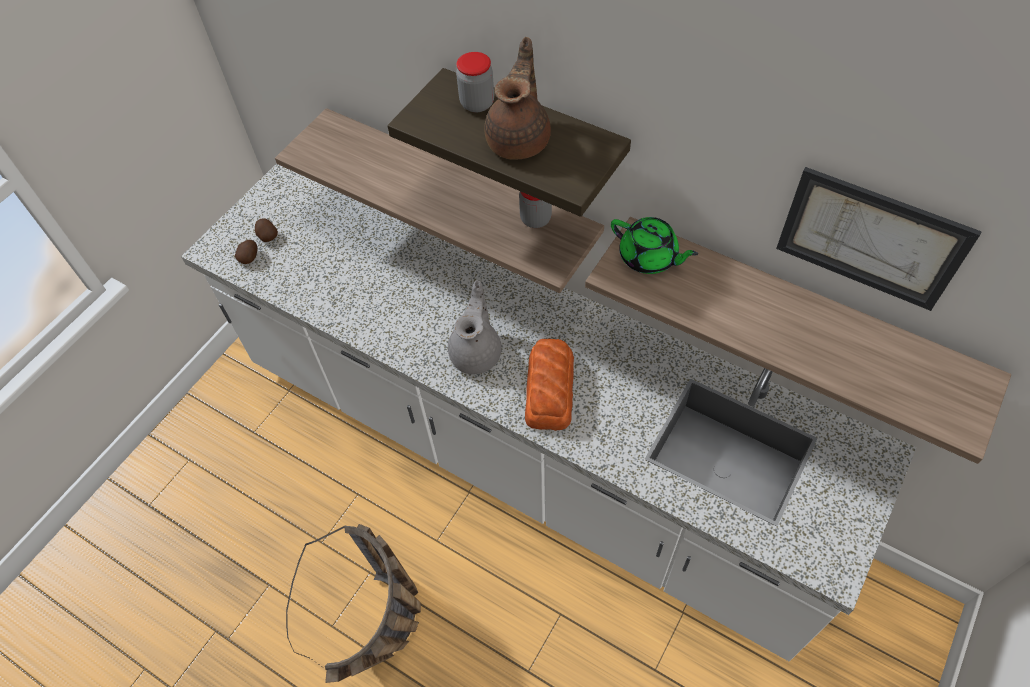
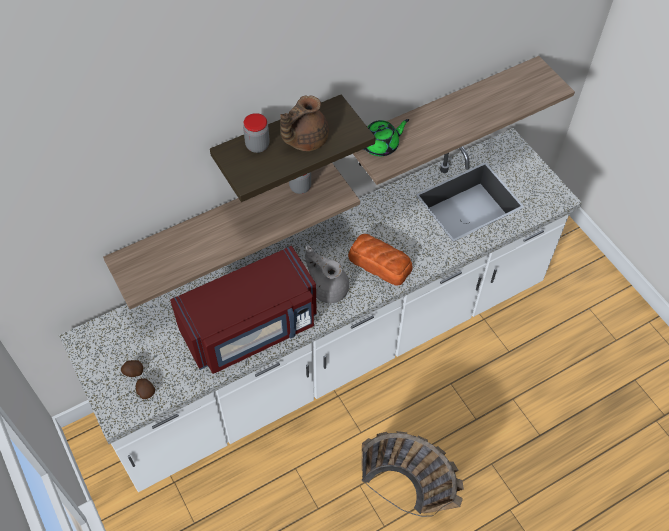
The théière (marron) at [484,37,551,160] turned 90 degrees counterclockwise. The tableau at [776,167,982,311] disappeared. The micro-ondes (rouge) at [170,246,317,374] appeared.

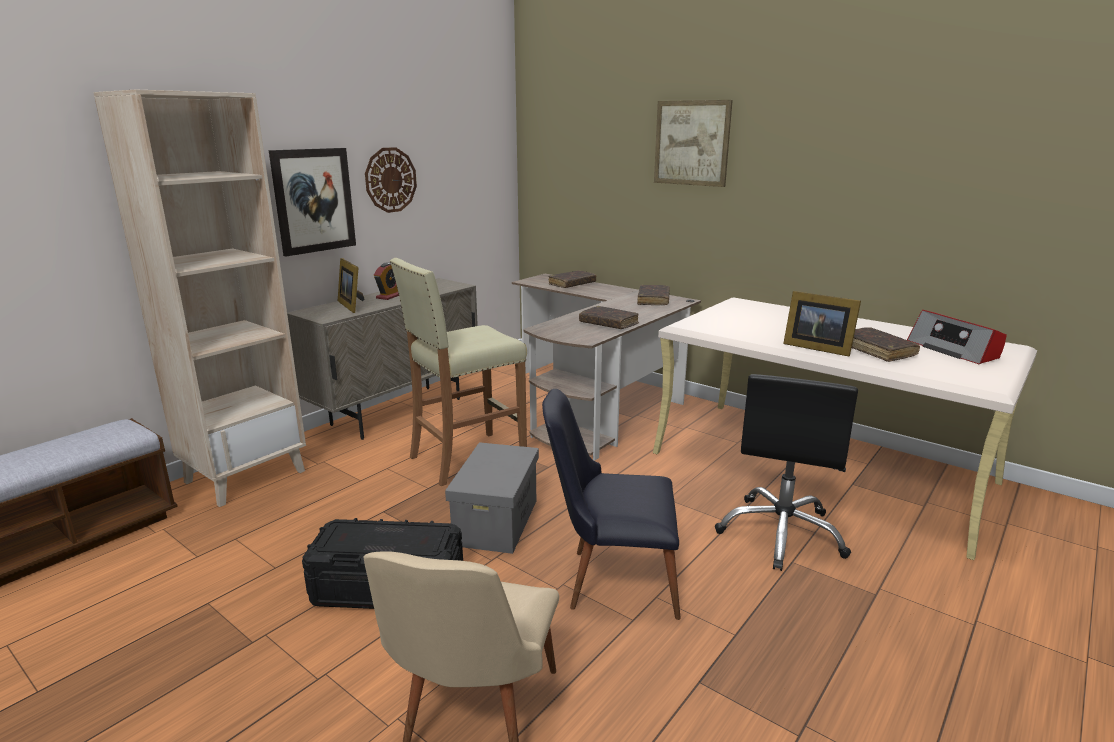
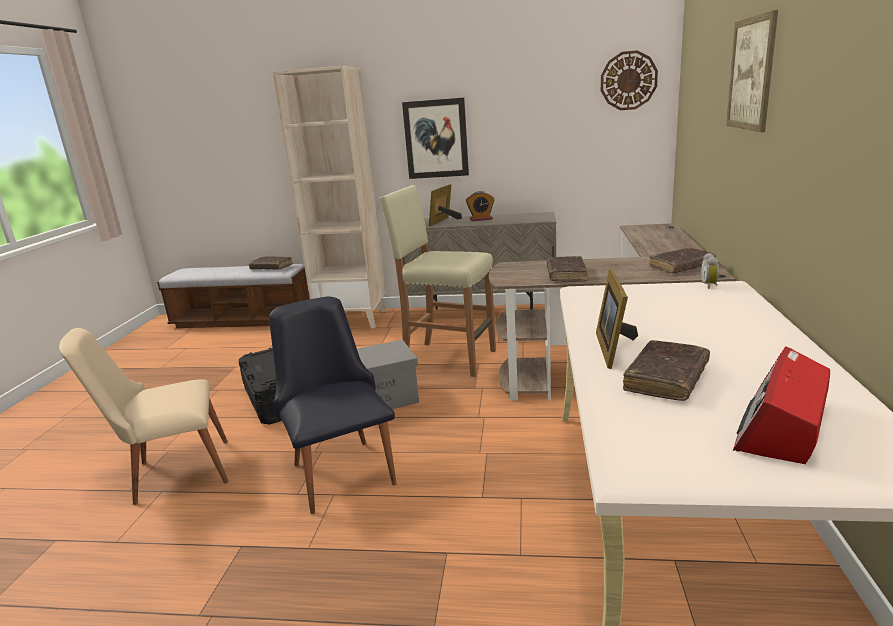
The horloge murale moved from [365,147,417,213] to [601,50,658,110]. The livre (marron) moved from [548,270,596,288] to [249,256,293,270]. The chaise de bureau (noir) at [715,374,858,571] disappeared. The réveil at [701,253,719,289] appeared.

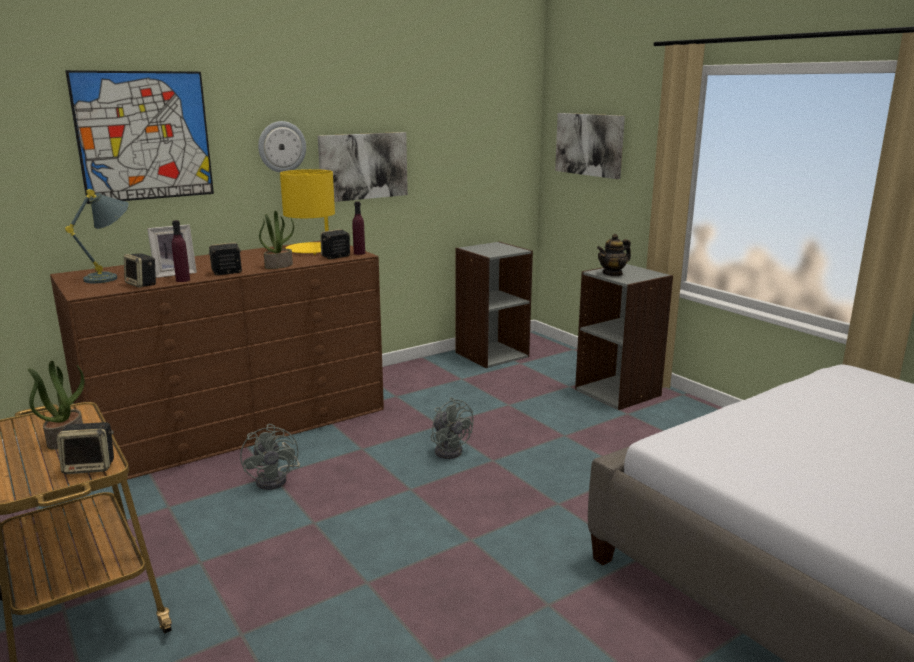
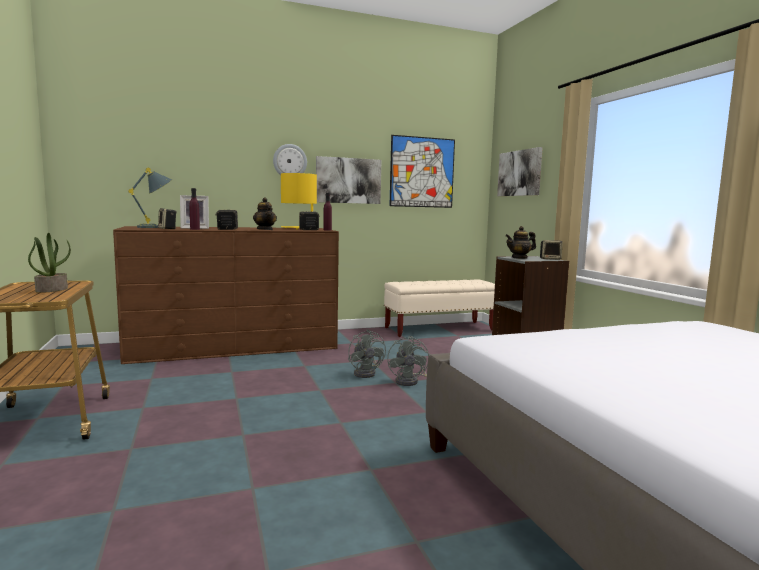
The tableau moved from [65,70,214,204] to [389,135,455,208]. The plante en pot at [259,211,294,269] was replaced by the théière at [253,197,277,230]. The bibliothèque (gris) at [455,242,533,368] was replaced by the banc (beige) at [384,280,495,337]. The enceinte moved from [57,422,114,474] to [540,240,563,260]. The ventilateur (gris) moved from [240,424,300,490] to [387,336,429,386].

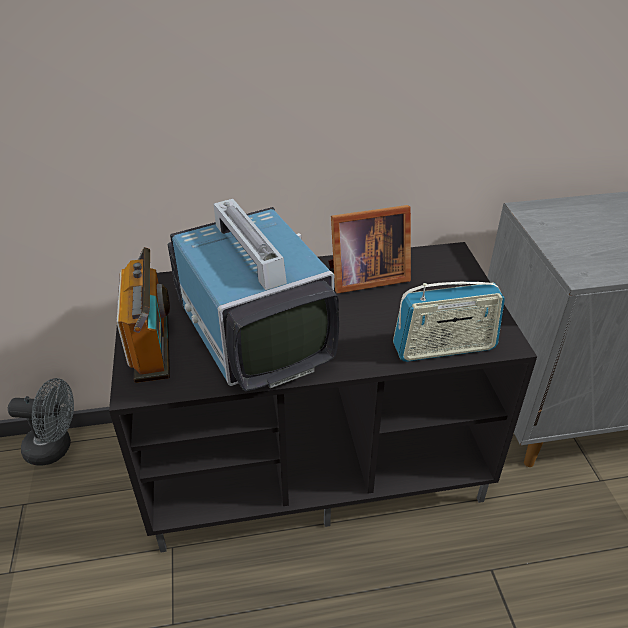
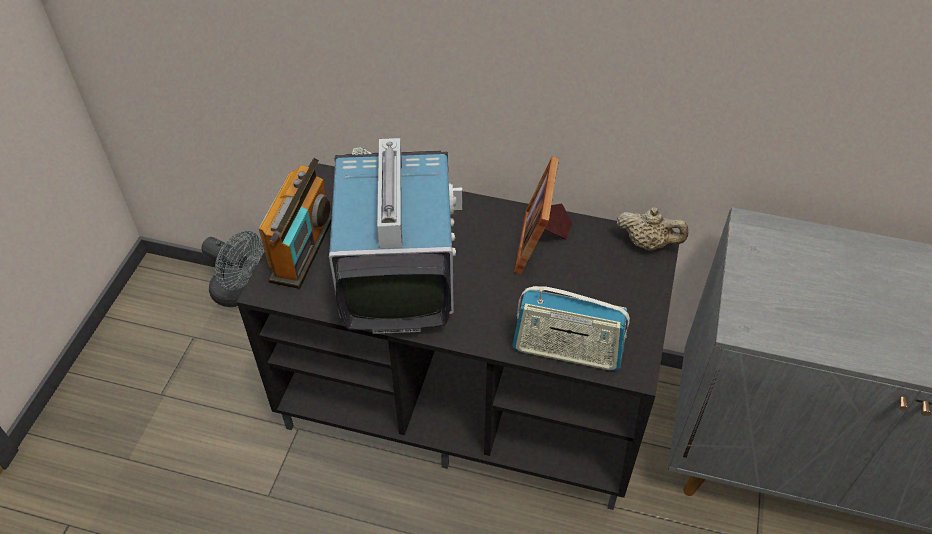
The cadre photo at [328,205,411,293] turned 90 degrees clockwise. The théière (beige) at [617,207,688,251] appeared.

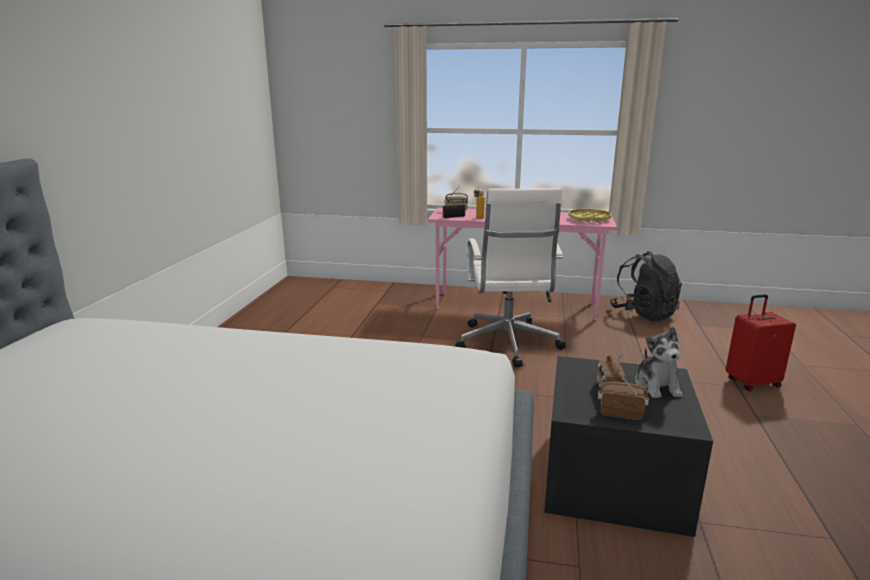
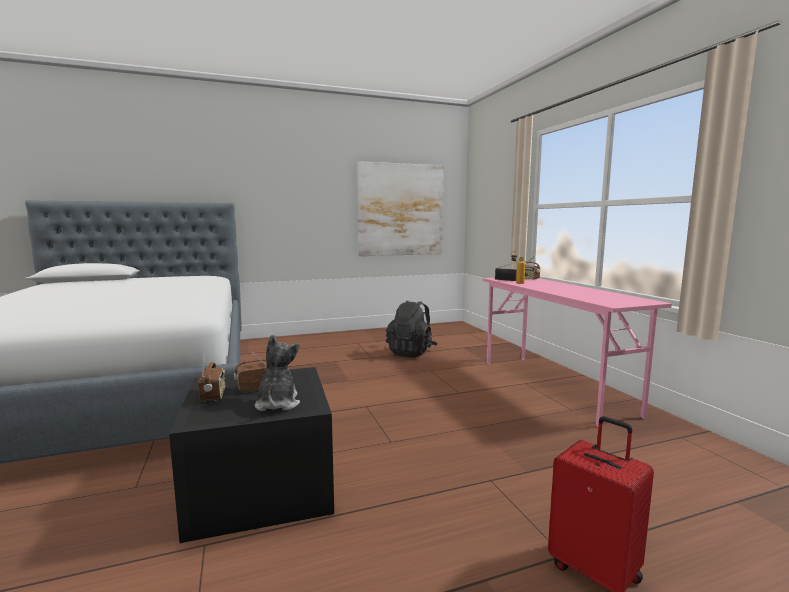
The chaise de bureau (blanc) at [455,188,566,368] disappeared. The plateau (jaune) at [568,209,612,223] disappeared. The sac à dos (noir) moved from [610,251,682,321] to [386,301,437,358]. The peluche at [635,327,683,398] turned 120 degrees clockwise. The tableau at [357,161,444,256] appeared.

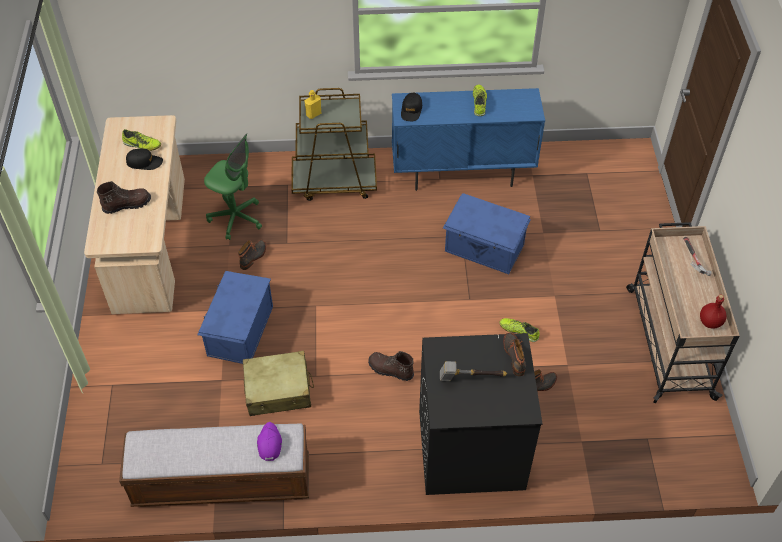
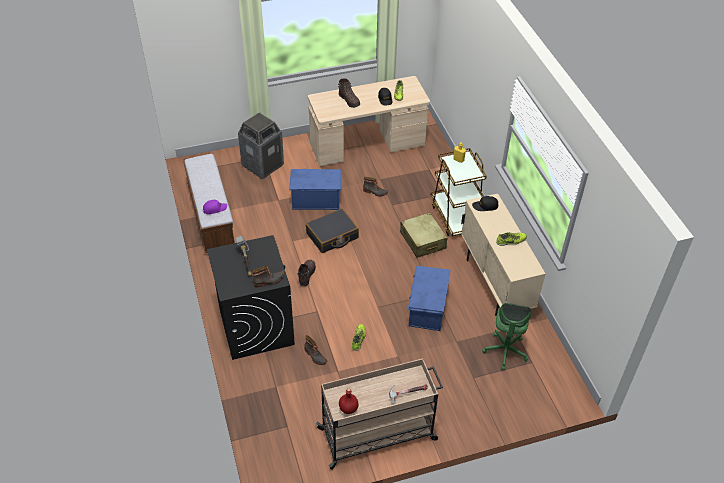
The meuble de rangement (bleu) at [392,88,545,191] became the meuble de rangement (beige) at [461,194,546,316]. The chaise de bureau (vert) moved from [204,134,262,240] to [482,303,531,370]. The valise (beige) moved from [243,351,314,416] to [400,212,448,258]. The poubelle at [238,112,284,179] appeared. The valise (noir) at [306,208,359,253] appeared.

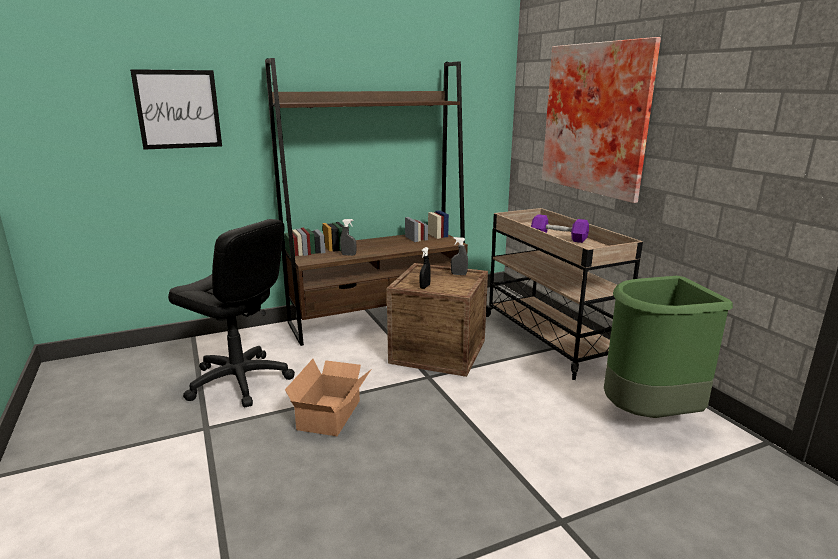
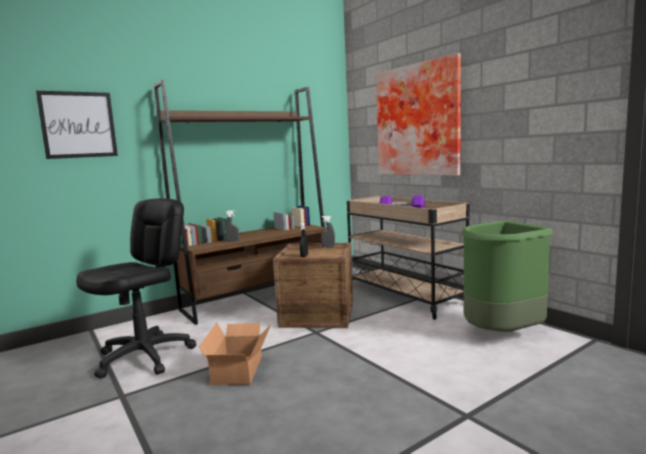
The chaise de bureau (noir) at [168,219,295,407] turned 75 degrees counterclockwise.

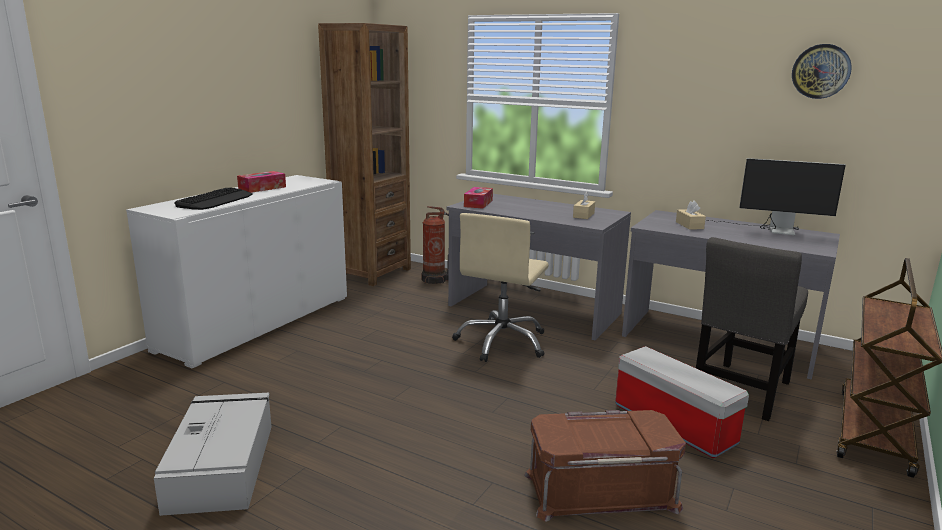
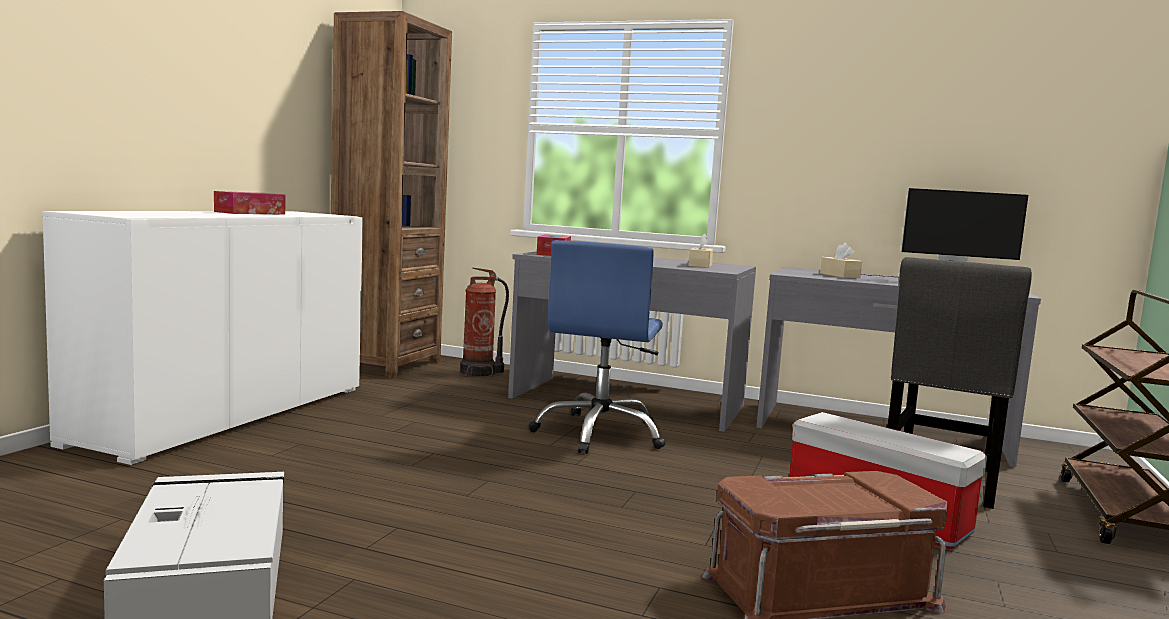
The horloge murale at [792,44,852,99] disappeared. The clavier at [174,188,253,210] disappeared. The chaise de bureau (beige) at [452,213,549,362] became the chaise de bureau (bleu) at [529,240,665,454].

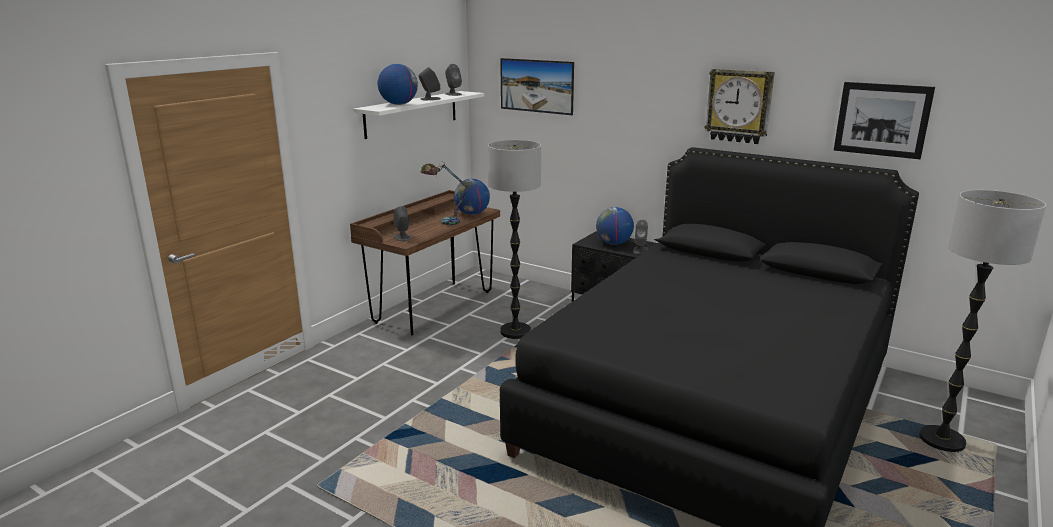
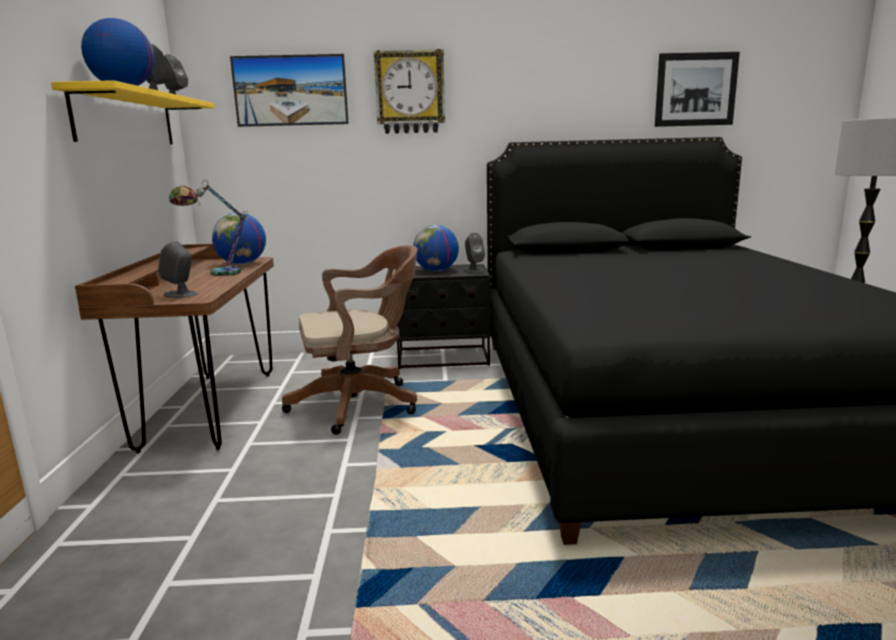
The horloge murale moved from [705,69,775,144] to [374,49,445,134]. The étagère (blanc) at [353,91,484,139] became the étagère (jaune) at [51,80,215,144]. The lampadaire at [488,140,541,339] was replaced by the chaise de bureau (marron) at [282,245,417,435].

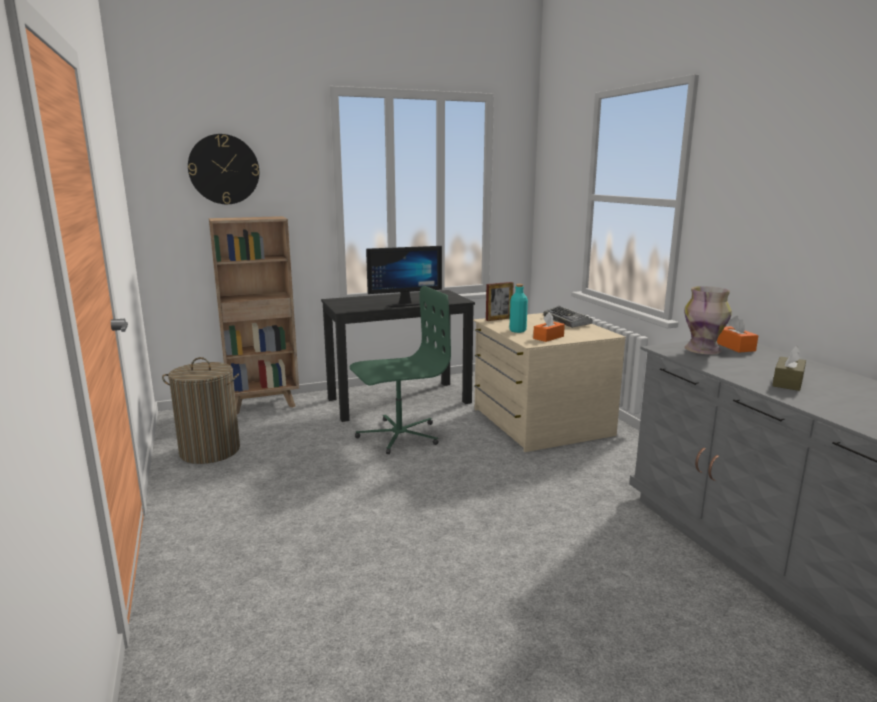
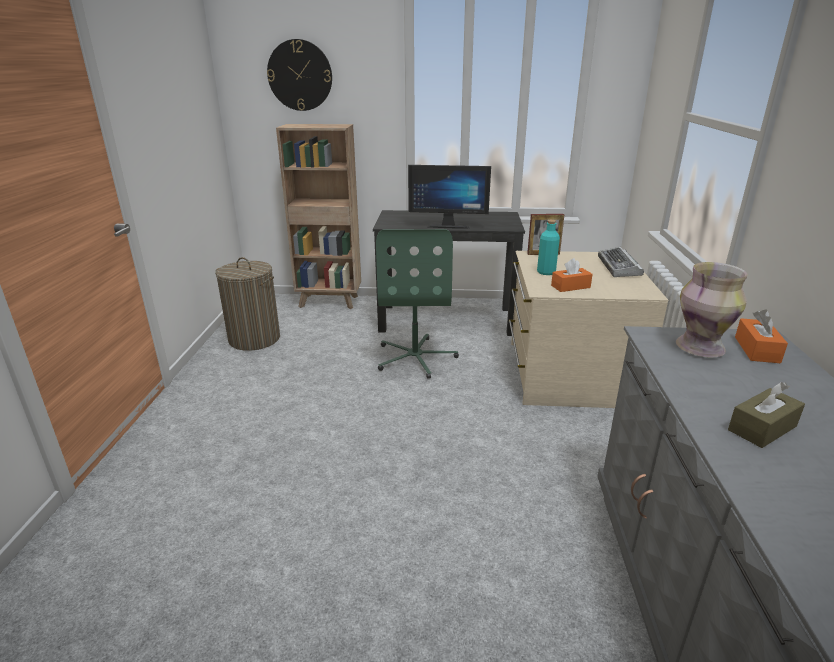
The chaise de bureau (vert) at [350,286,451,454] turned 90 degrees clockwise.

